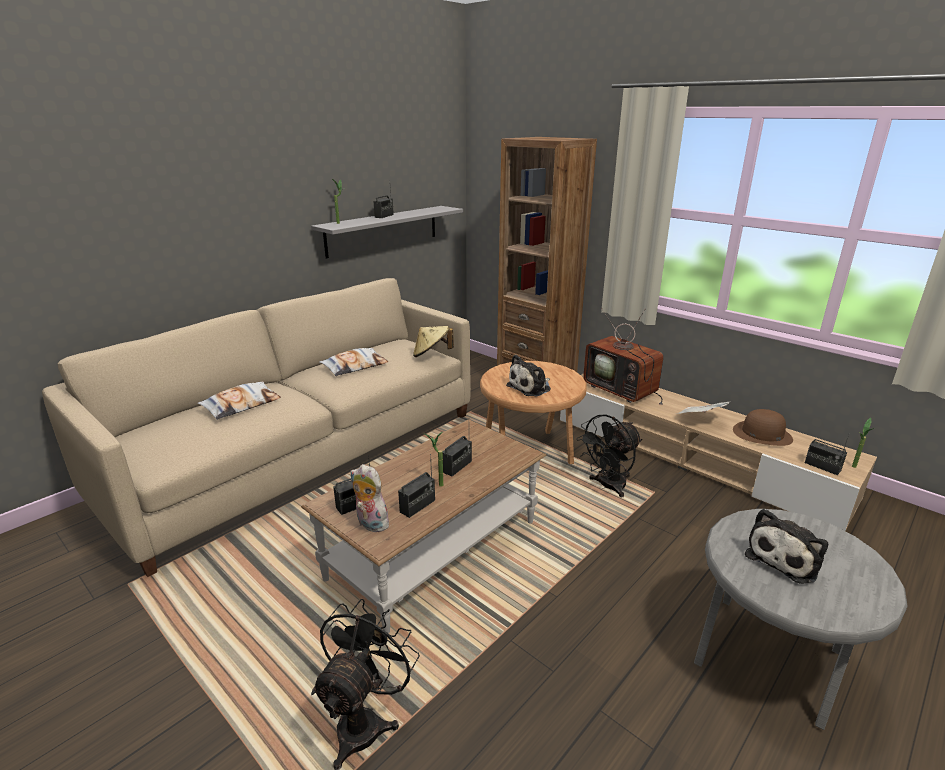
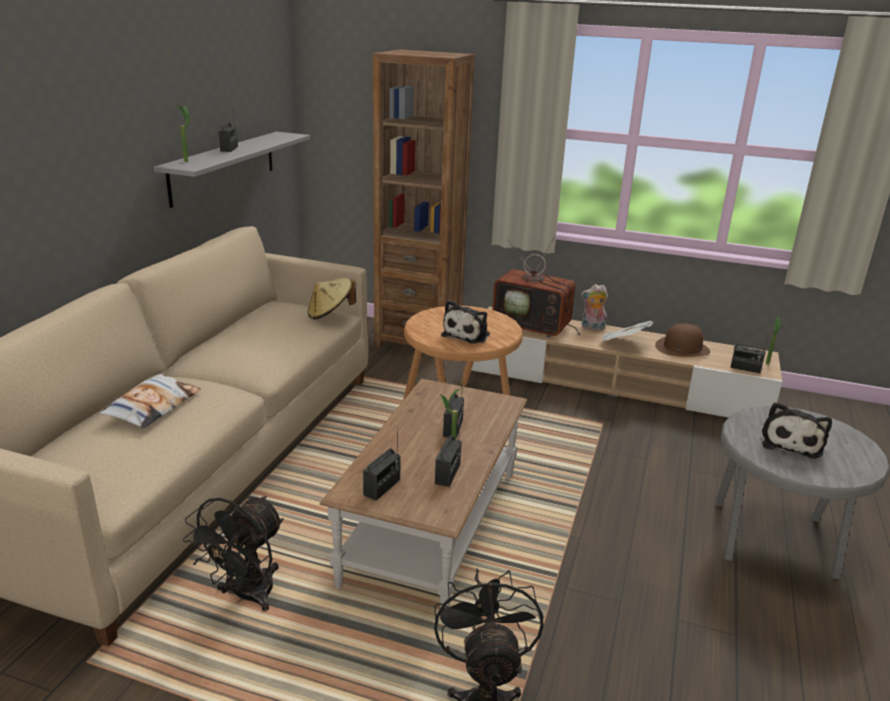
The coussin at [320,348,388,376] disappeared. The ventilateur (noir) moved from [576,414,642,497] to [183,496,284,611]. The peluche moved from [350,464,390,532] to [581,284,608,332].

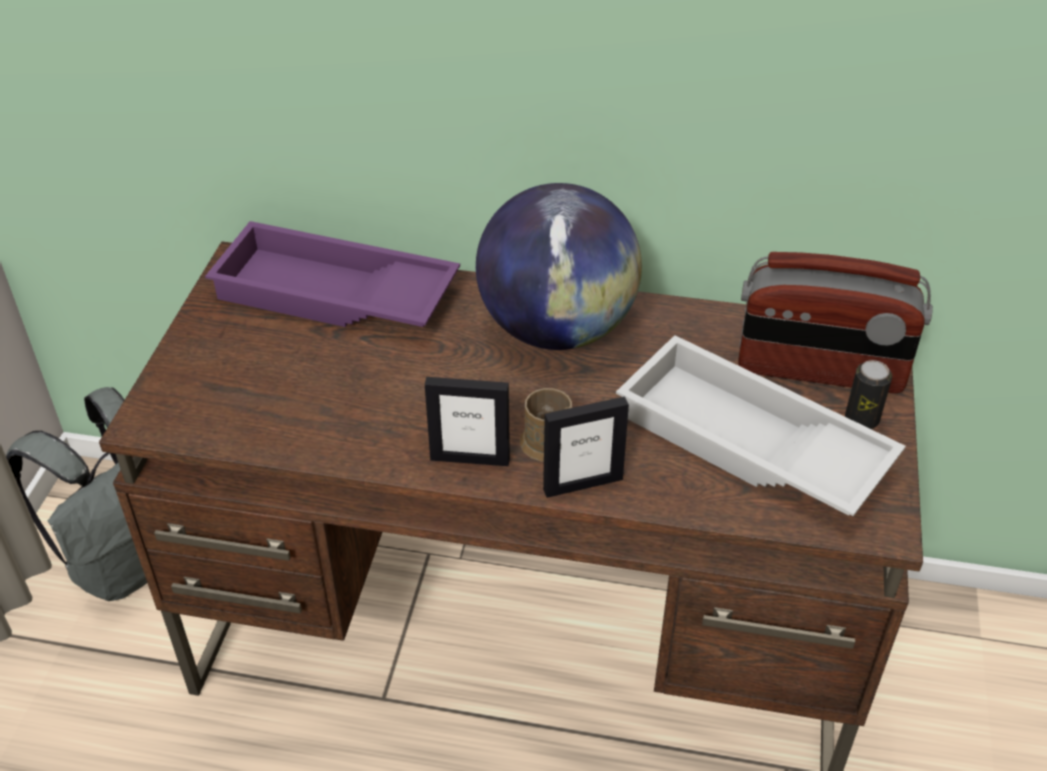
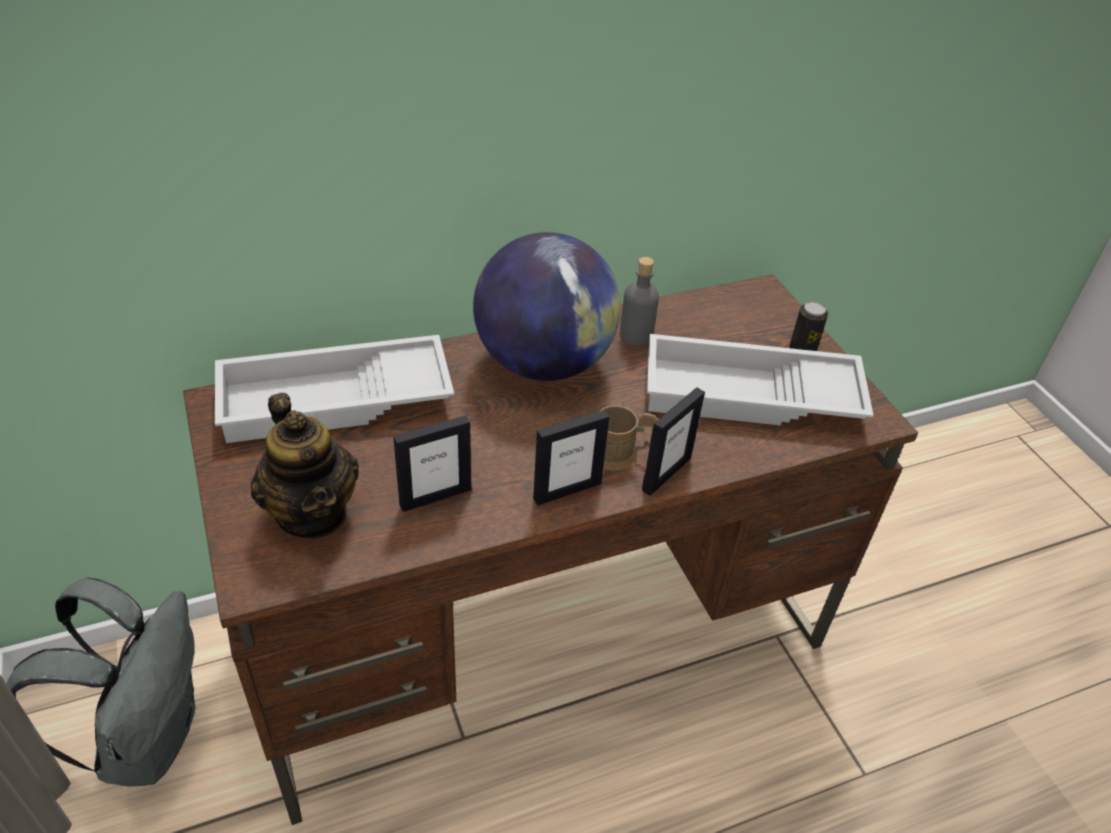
The plateau (violet) at [205,221,460,327] became the plateau (blanc) at [215,335,454,443]. The radio at [738,252,933,393] disappeared. The bouteille (gris) at [620,257,659,346] appeared. The théière at [251,393,359,538] appeared. The cadre photo at [393,415,471,512] appeared.

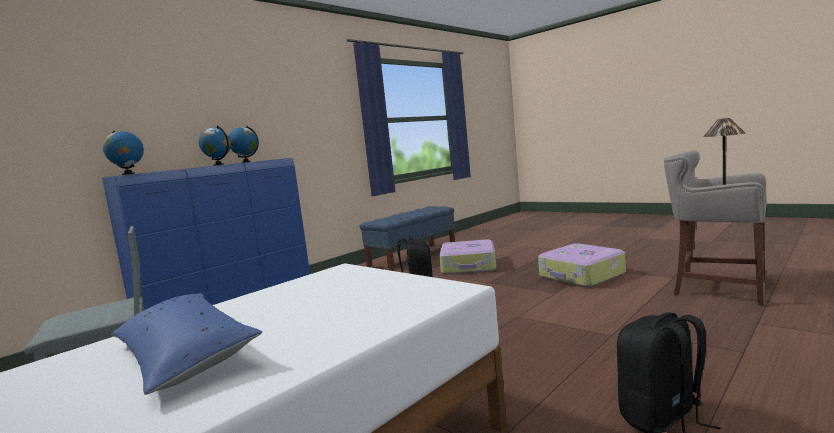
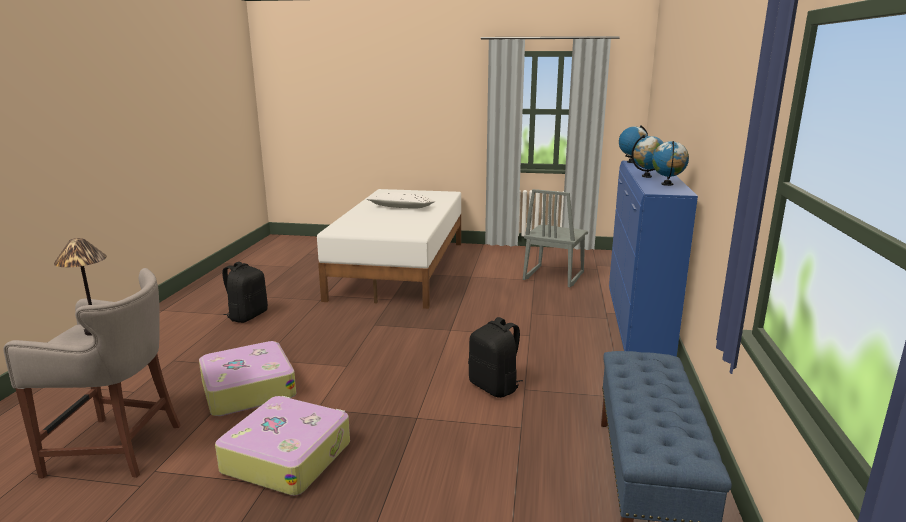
The valise moved from [439,239,496,274] to [199,341,297,416]. The coussin (bleu) at [112,293,263,395] became the coussin (blanc) at [367,192,435,208].

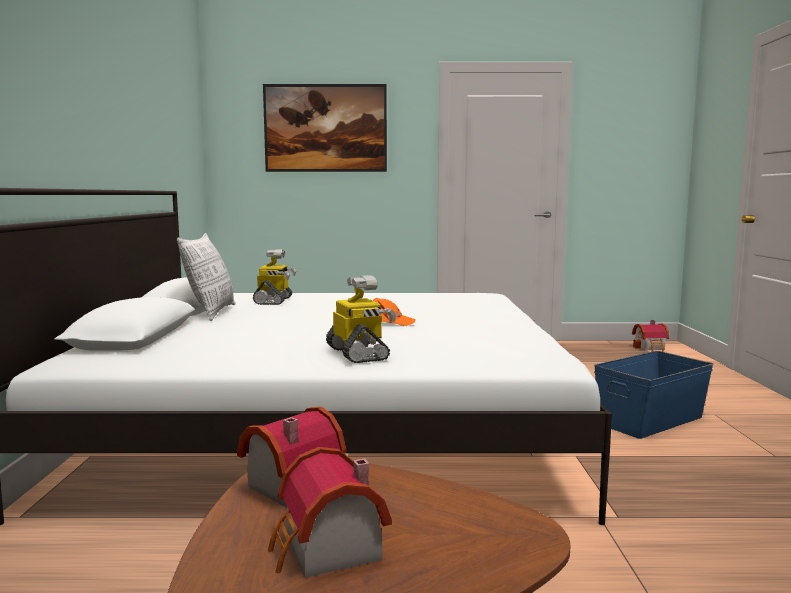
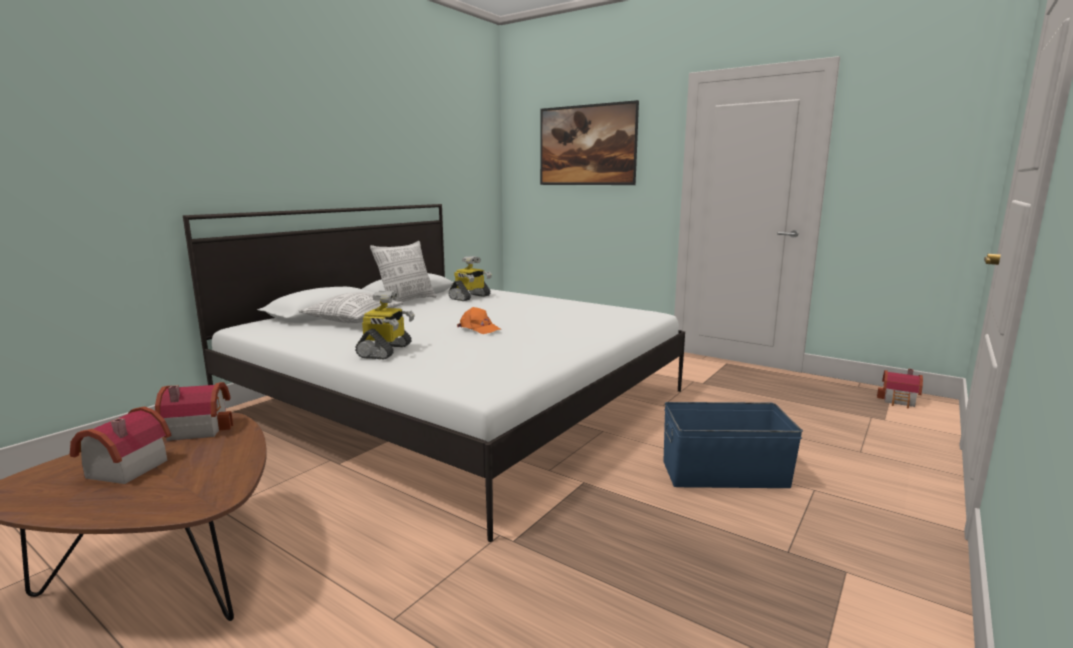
The coussin at [299,293,404,323] appeared.

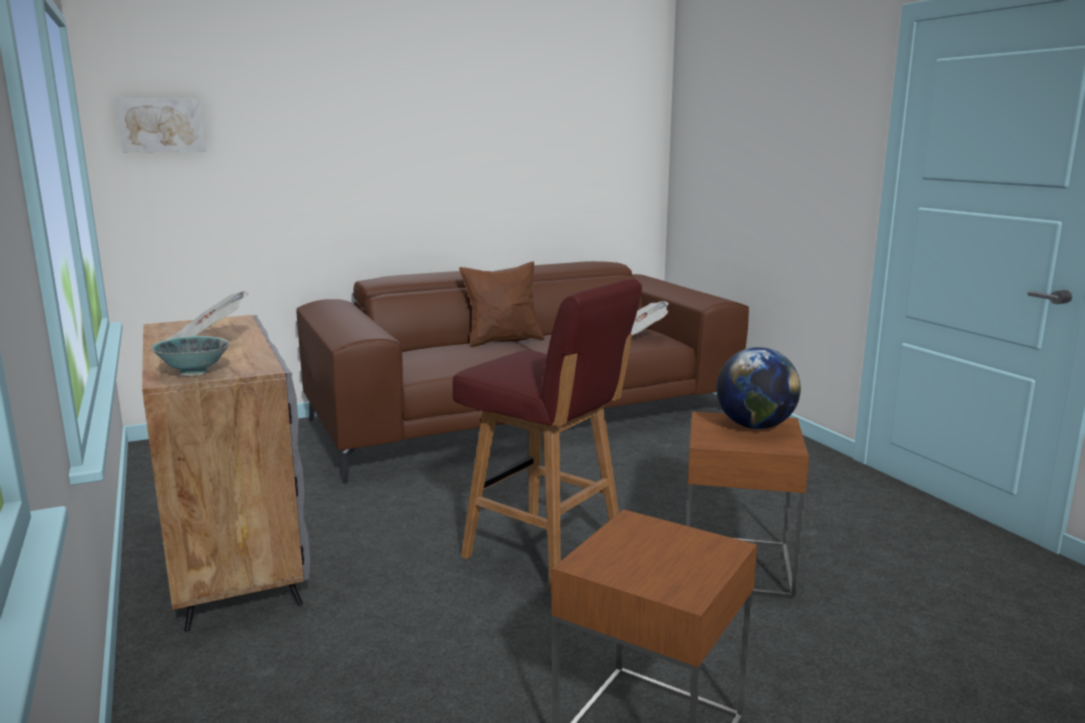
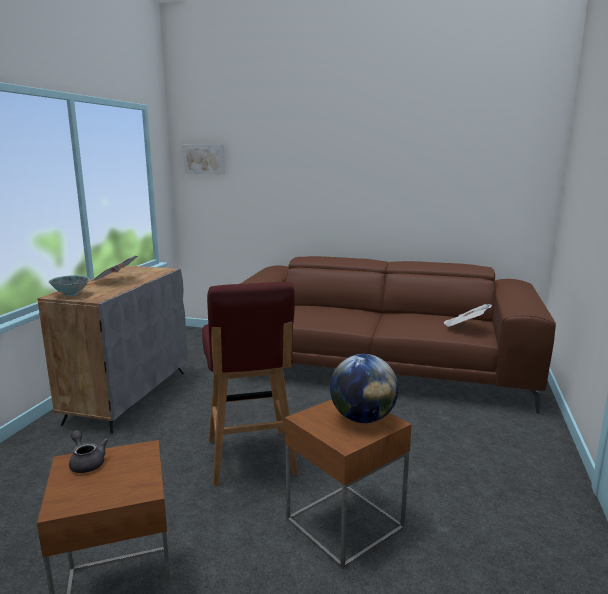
The coussin (marron) at [459,261,545,347] disappeared. The théière (gris) at [69,430,108,473] appeared.

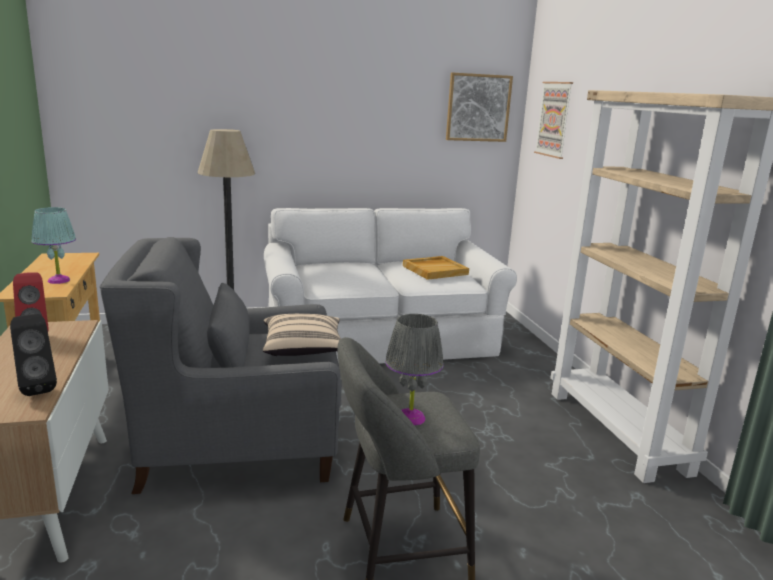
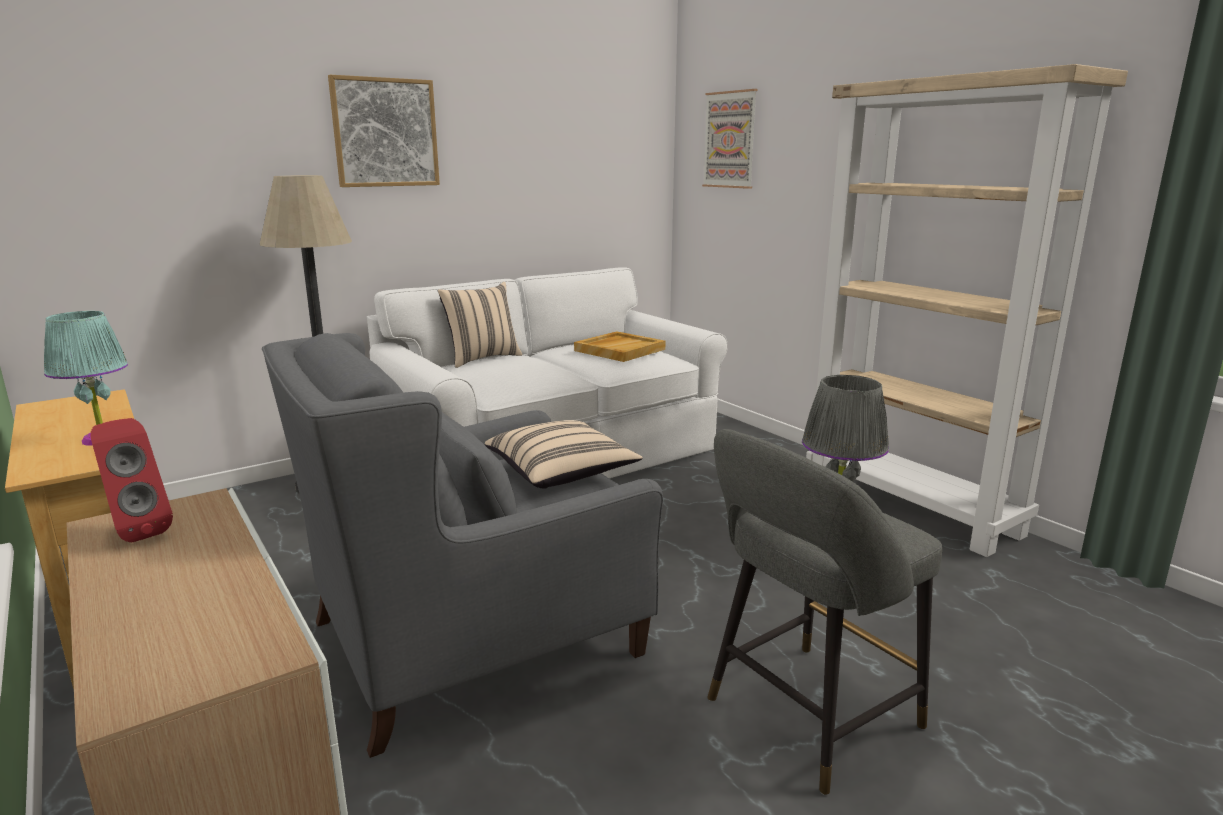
The tableau moved from [446,72,513,142] to [328,75,440,187]. The enceinte (noir) at [10,314,57,396] disappeared. The coussin (beige) at [438,282,523,368] appeared.

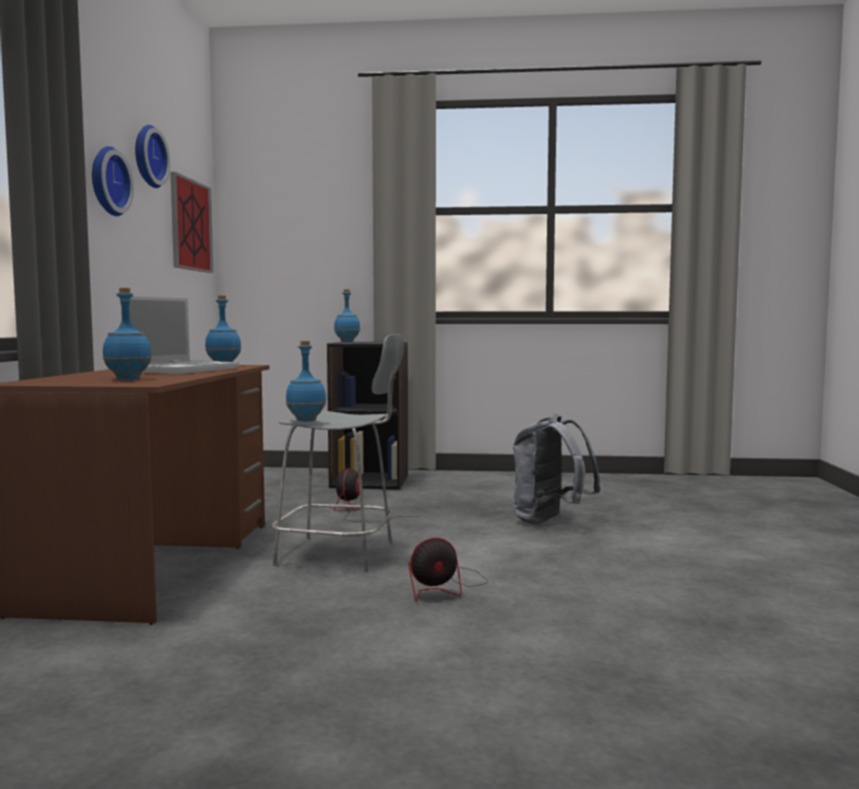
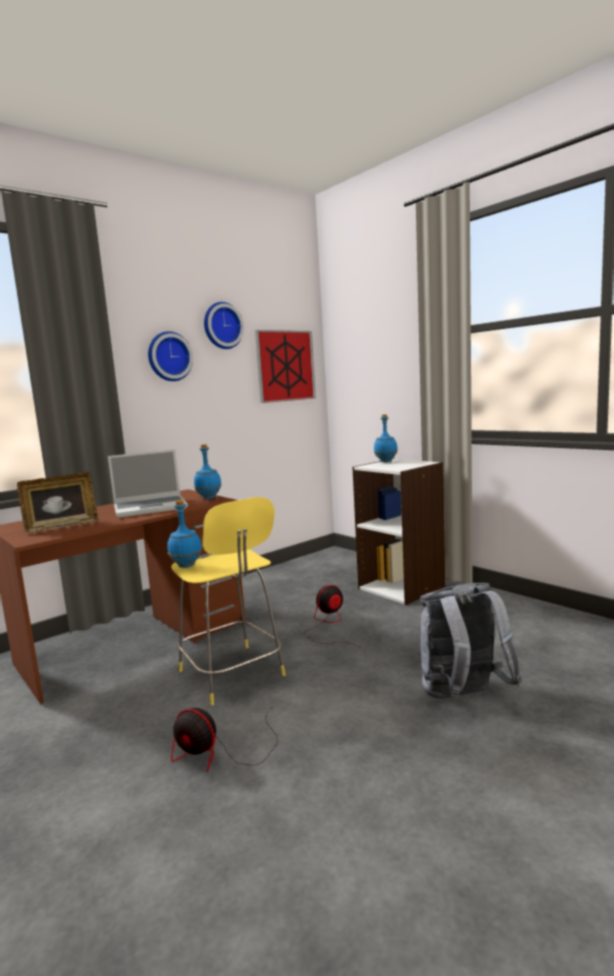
The bouteille (bleu) at [103,288,152,380] was replaced by the cadre photo at [17,472,99,532]. The tabouret (gris) at [272,334,404,572] became the tabouret (jaune) at [171,497,285,705]. The bibliothèque (noir) at [327,342,408,490] became the bibliothèque (blanc) at [352,458,446,605].

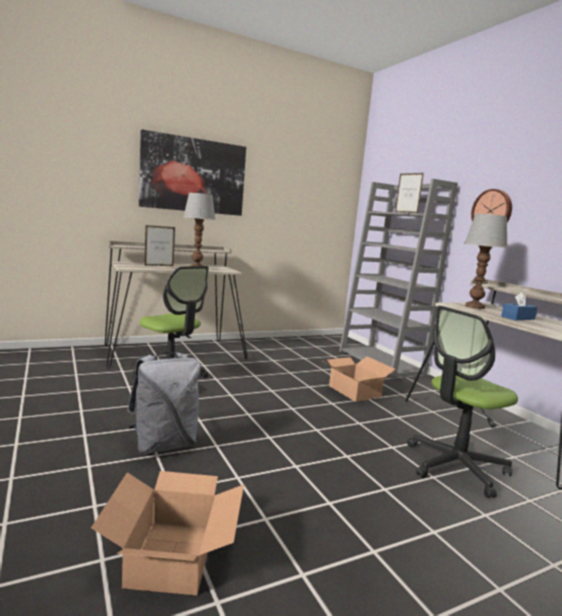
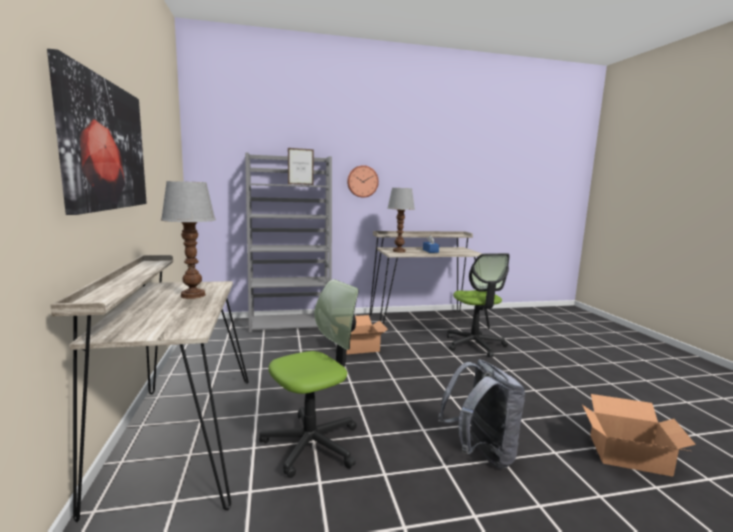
The cadre photo at [144,225,175,266] disappeared.

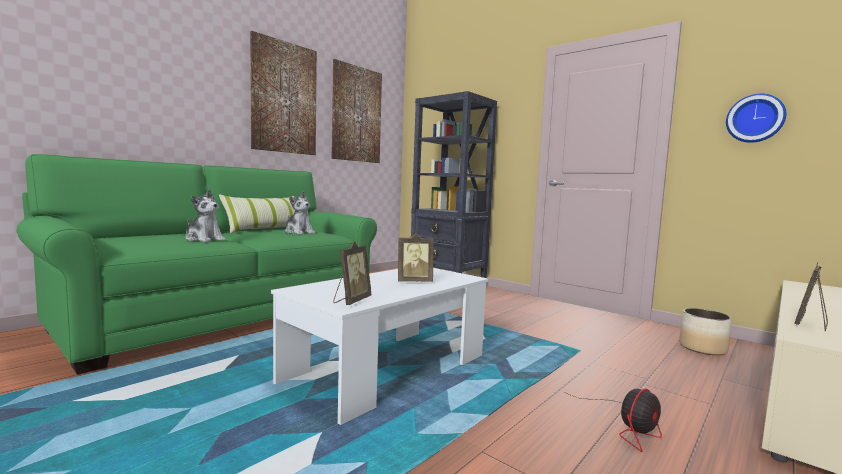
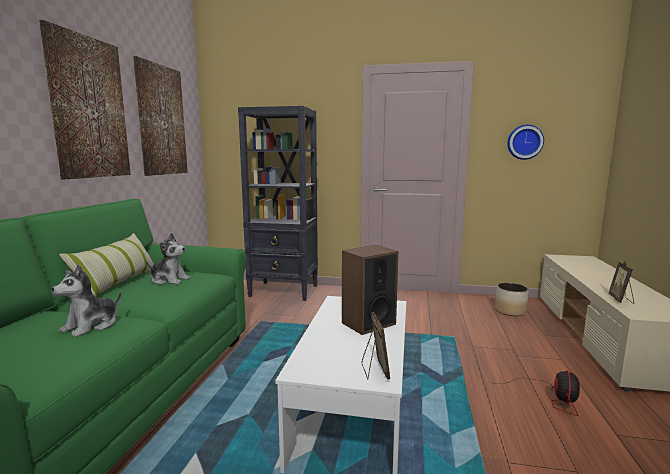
The peluche at [186,189,225,242] turned 120 degrees clockwise. The cadre photo at [398,233,433,282] was replaced by the enceinte at [342,245,398,335].

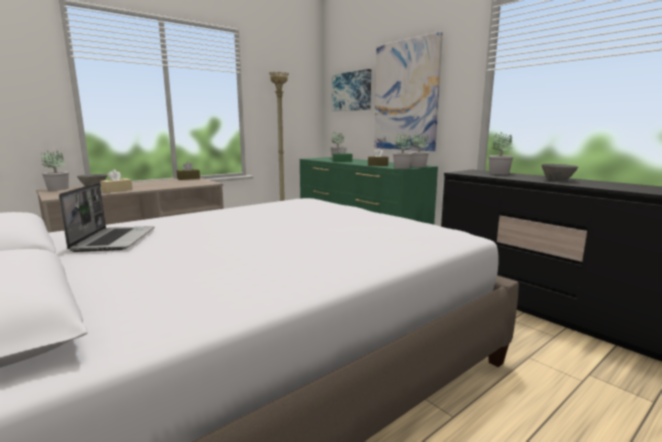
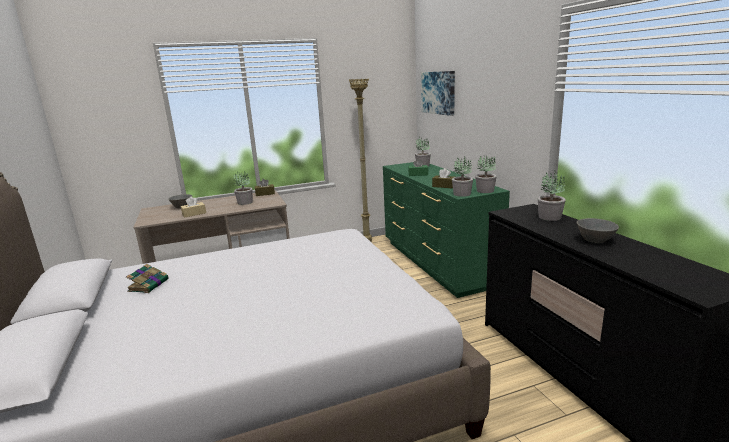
The tableau at [374,32,443,151] disappeared. The plante en pot moved from [41,149,69,191] to [233,171,253,205]. The ordinateur portable at [59,183,155,252] was replaced by the livre at [126,264,168,293].

